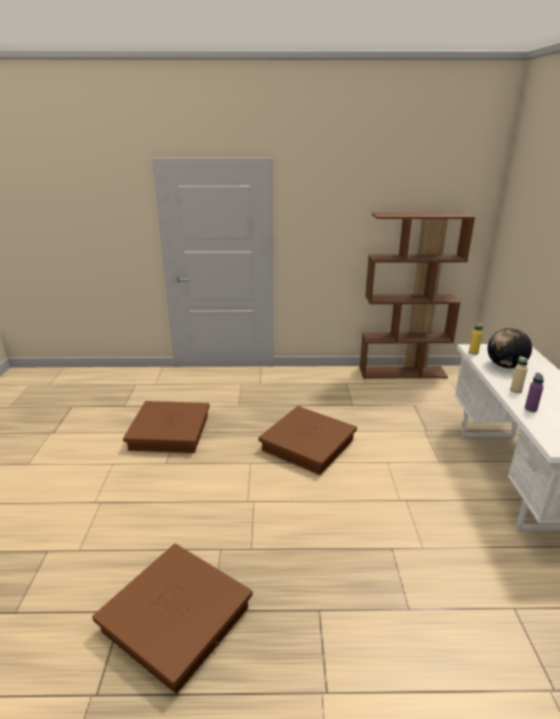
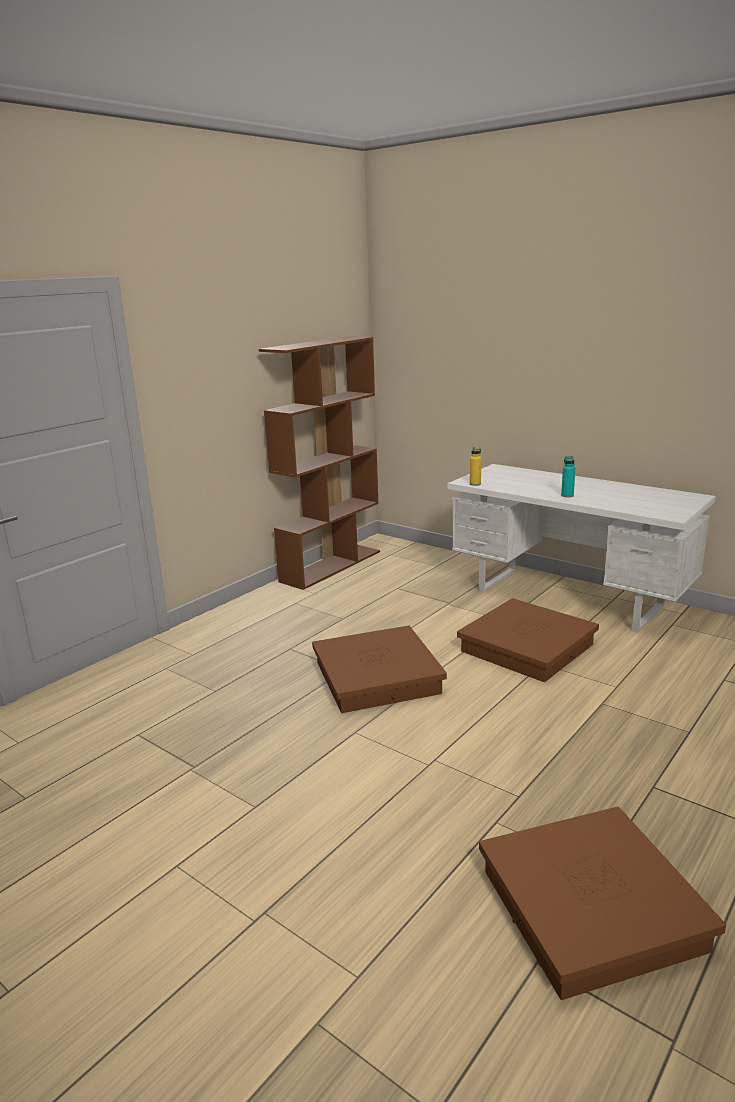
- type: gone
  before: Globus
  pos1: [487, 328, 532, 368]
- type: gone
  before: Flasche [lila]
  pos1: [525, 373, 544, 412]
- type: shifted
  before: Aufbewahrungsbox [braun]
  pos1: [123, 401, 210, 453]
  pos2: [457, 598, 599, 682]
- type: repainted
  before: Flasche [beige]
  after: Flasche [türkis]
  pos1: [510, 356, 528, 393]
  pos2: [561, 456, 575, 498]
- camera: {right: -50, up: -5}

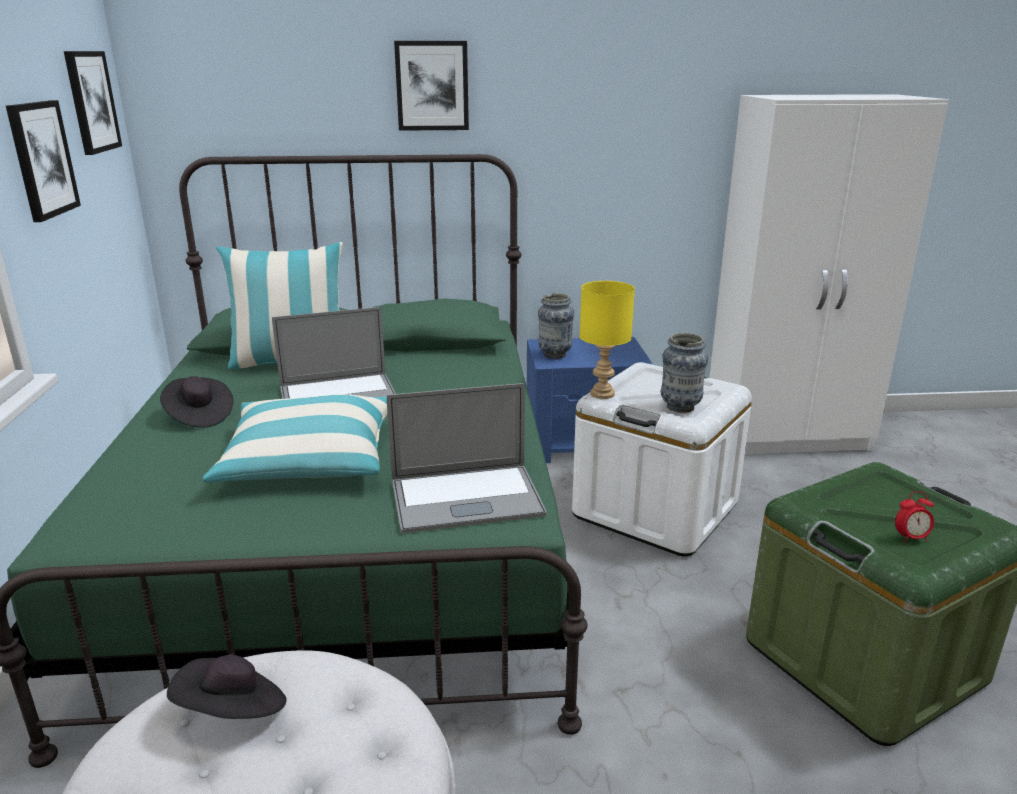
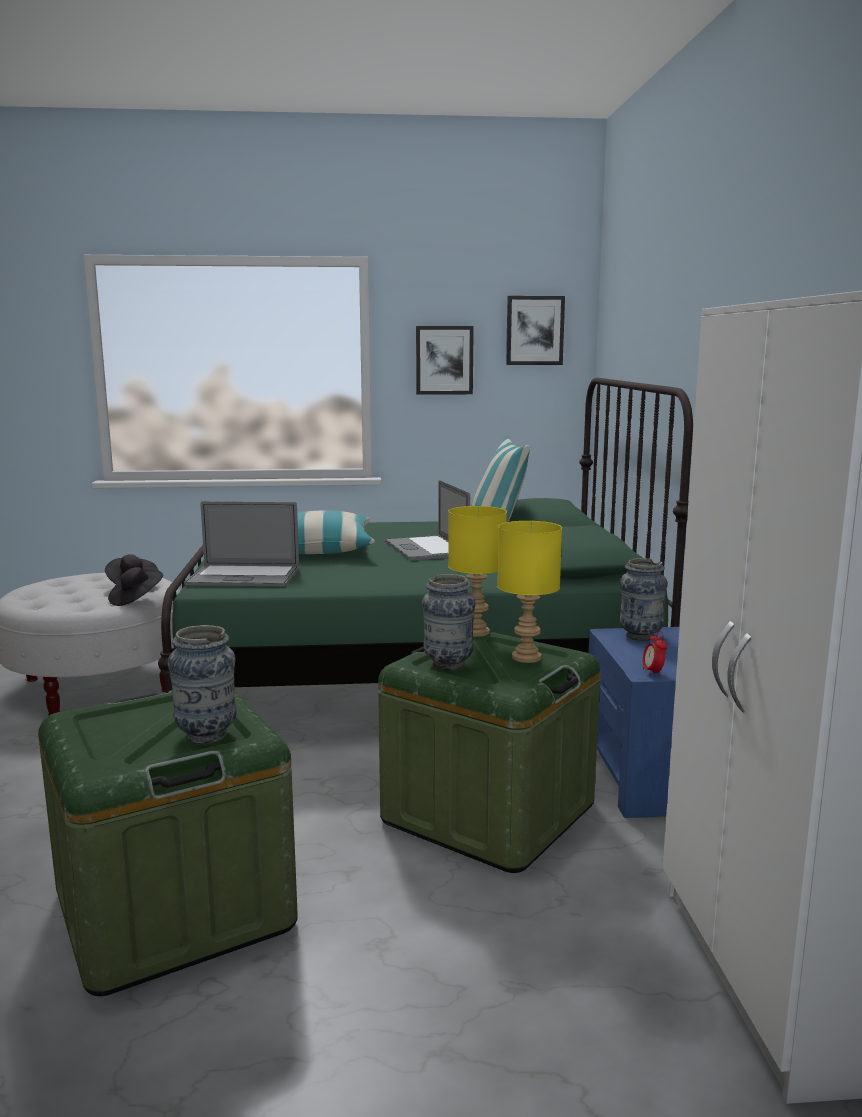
- type: gone
  before: Bild
  pos1: [394, 41, 469, 131]
- type: new
  after: Vase
  pos2: [168, 625, 237, 743]
- type: new
  after: Tischlampe [gelb]
  pos2: [497, 521, 562, 663]
- type: shifted
  before: Hut [schwarz]
  pos1: [160, 376, 234, 428]
  pos2: [108, 567, 163, 606]
- type: shifted
  before: Wecker
  pos1: [895, 491, 934, 543]
  pos2: [643, 631, 668, 677]
- type: repainted
  before: Aufbewahrungsbox [weiß]
  after: Aufbewahrungsbox [grün]
  pos1: [572, 362, 752, 557]
  pos2: [378, 632, 601, 873]
- type: rotated
  before: Laptop
  pos1: [387, 383, 546, 534]
  pos2: [184, 501, 299, 587]
  turn: -75
- camera: {right: 90, up: -10}

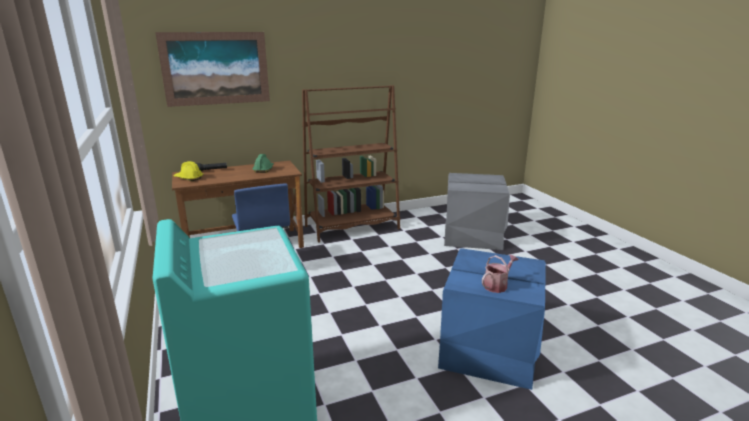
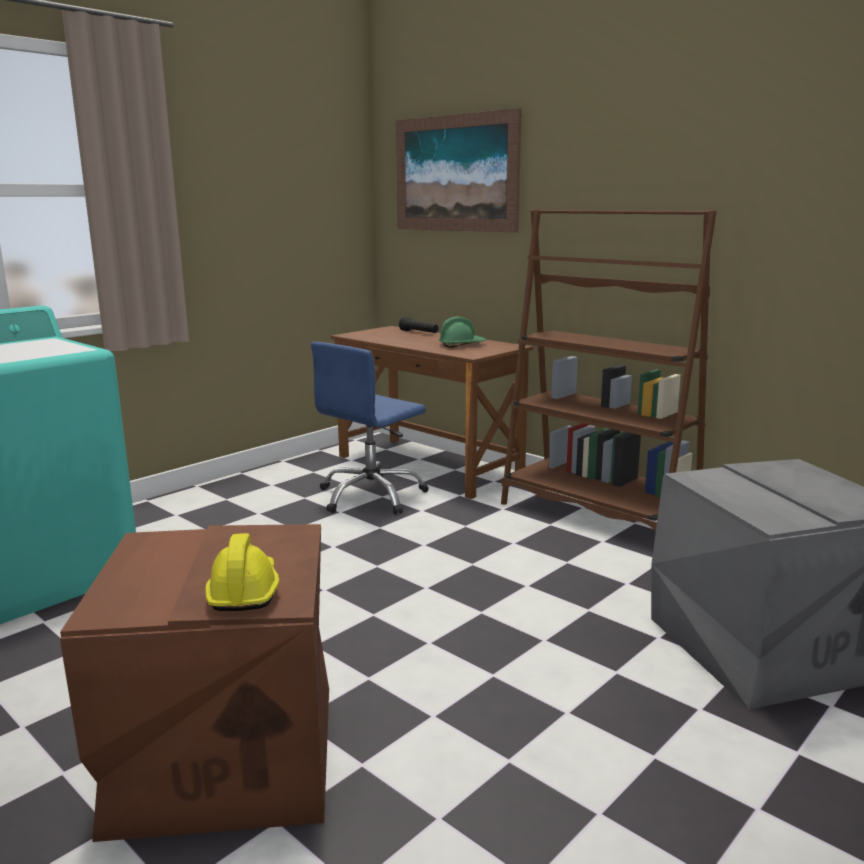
- type: gone
  before: Gießkanne
  pos1: [482, 254, 518, 293]
- type: shifted
  before: Schutzhelm [gelb]
  pos1: [173, 161, 204, 181]
  pos2: [205, 533, 280, 611]
- type: repainted
  before: Aufbewahrungsbox [blau]
  after: Aufbewahrungsbox [braun]
  pos1: [438, 248, 546, 390]
  pos2: [60, 524, 329, 842]
- camera: {right: 65, up: -5}

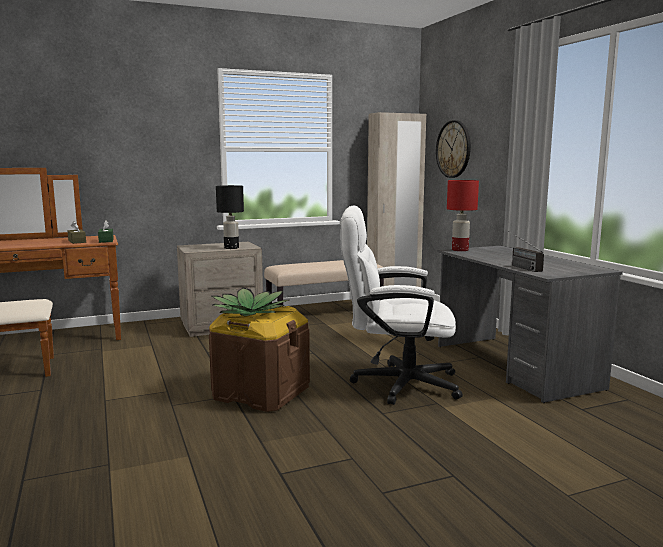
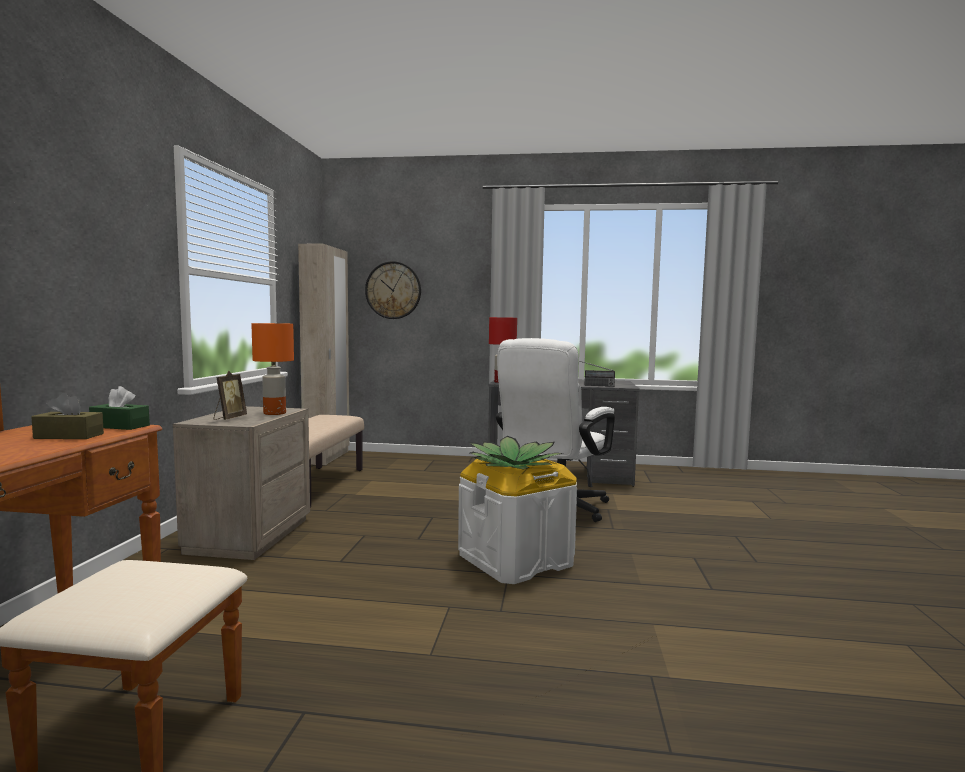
- type: new
  after: Bilderrahmen
  pos2: [214, 371, 247, 420]
- type: repainted
  before: Aufbewahrungsbox [braun]
  after: Aufbewahrungsbox [weiß]
  pos1: [209, 304, 310, 412]
  pos2: [458, 459, 577, 584]
- type: repainted
  before: Tischlampe [schwarz]
  after: Tischlampe [orange]
  pos1: [216, 185, 244, 249]
  pos2: [251, 323, 294, 415]
- camera: {right: -60, up: -5}

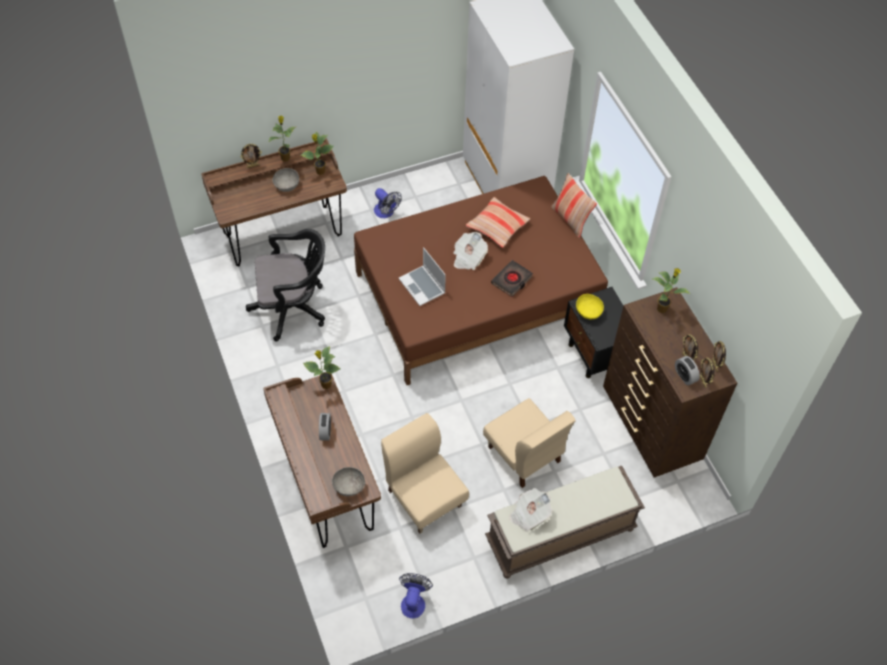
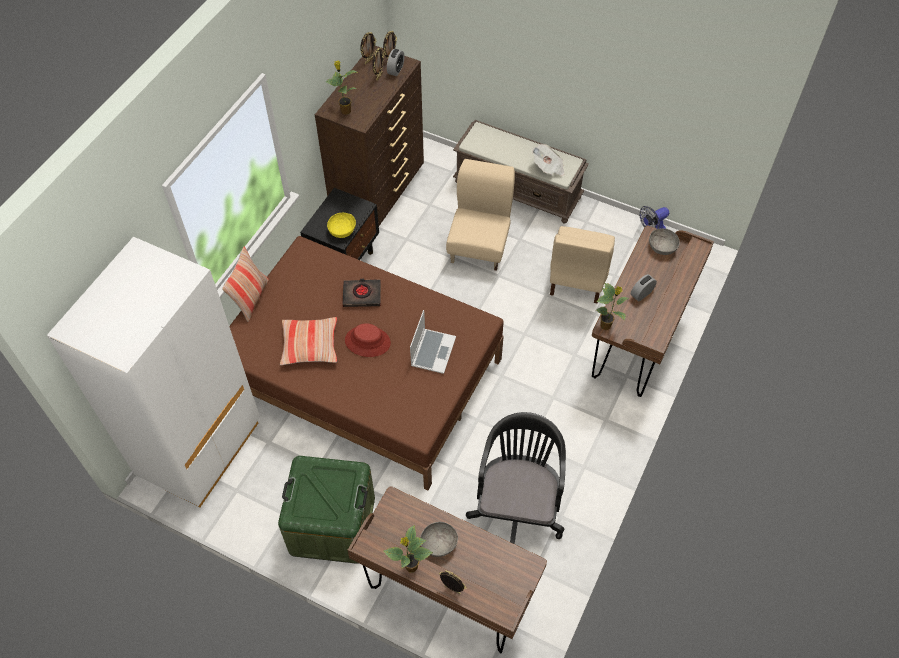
- type: gone
  before: Topfpflanze
  pos1: [301, 132, 334, 175]
- type: swapped
  before: Ventilator
  after: Aufbewahrungsbox [grün]
  pos1: [374, 188, 402, 218]
  pos2: [278, 456, 375, 564]
- type: swapped
  before: Zeitung
  after: Hut [rot]
  pos1: [453, 232, 488, 270]
  pos2: [345, 323, 391, 357]
- type: rotated
  before: Bürostuhl [schwarz]
  pos1: [246, 229, 325, 341]
  pos2: [466, 412, 566, 544]
  turn: 60
- camera: {right: -130, up: 0}

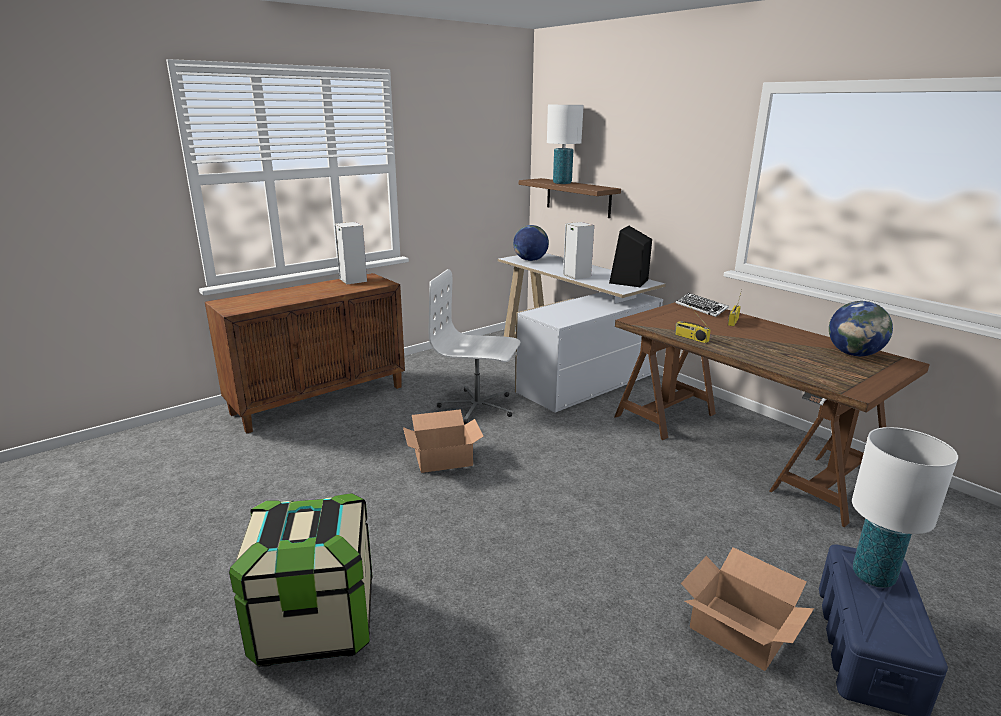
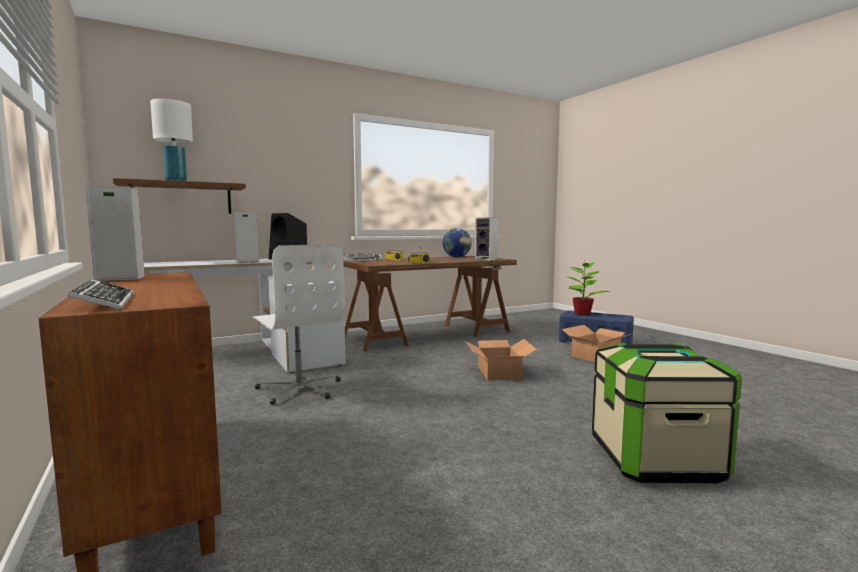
- type: gone
  before: Globus
  pos1: [513, 225, 549, 261]
- type: new
  after: Tastatur
  pos2: [67, 279, 133, 310]
- type: new
  after: Lautsprecher
  pos2: [475, 218, 498, 260]
- type: shifted
  before: Karton
  pos1: [403, 409, 484, 473]
  pos2: [466, 339, 537, 381]
- type: swapped
  before: Tischlampe [weiß]
  after: Topfpflanze
  pos1: [852, 427, 958, 588]
  pos2: [568, 262, 610, 316]
- type: rotated
  before: Bürostuhl [weiß]
  pos1: [429, 269, 520, 424]
  pos2: [253, 244, 345, 405]
  turn: -60
- camera: {right: -80, up: -15}

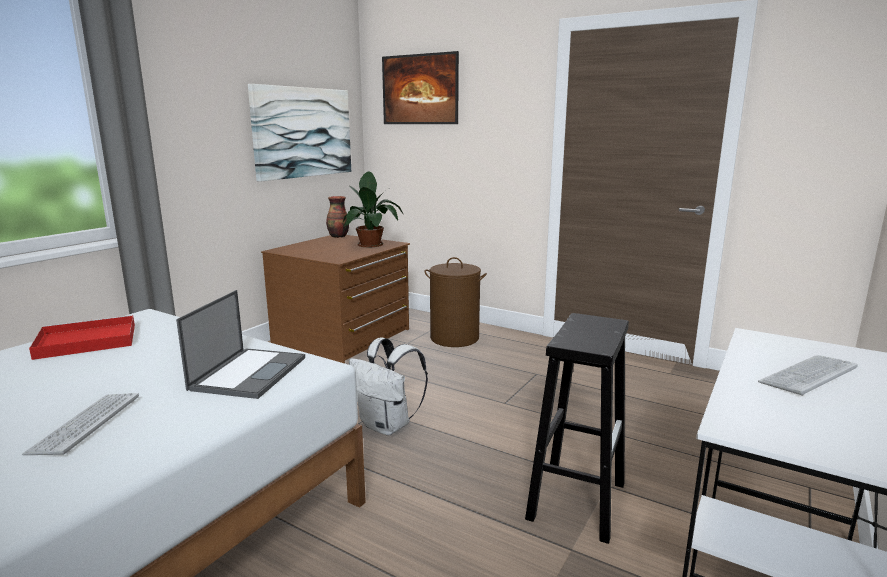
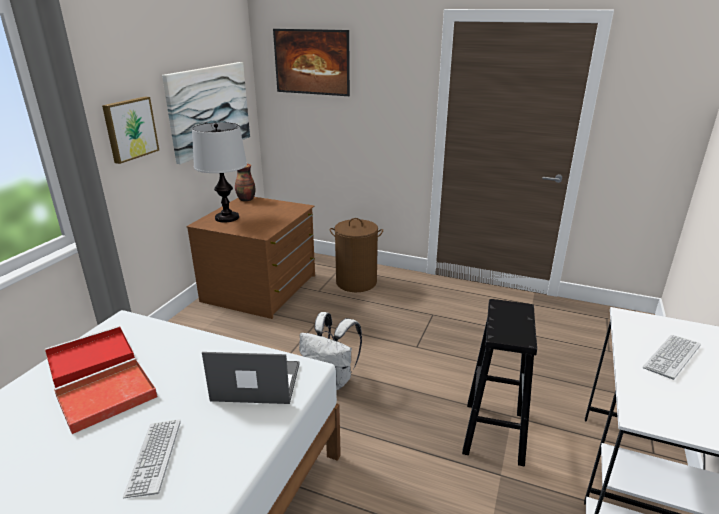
- type: gone
  before: Topfpflanze
  pos1: [343, 171, 404, 247]
- type: new
  after: Tablett [rot]
  pos2: [54, 358, 158, 434]
- type: new
  after: Bild
  pos2: [102, 97, 159, 164]
- type: new
  after: Tischlampe
  pos2: [192, 122, 247, 223]
- type: rotated
  before: Laptop
  pos1: [176, 290, 305, 399]
  pos2: [202, 352, 300, 404]
  turn: -90
- camera: {right: -10, up: 10}

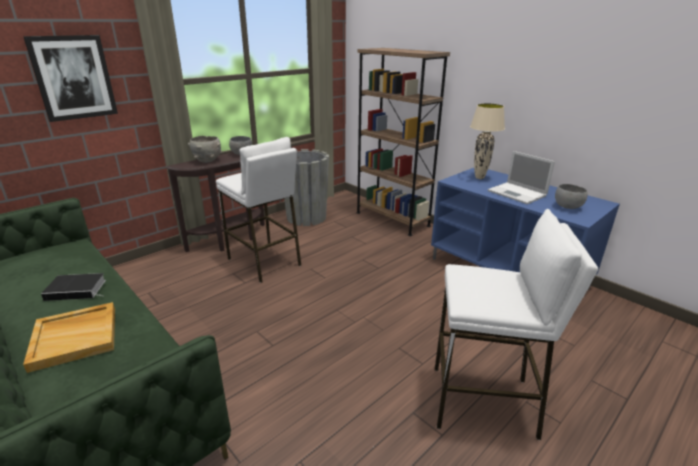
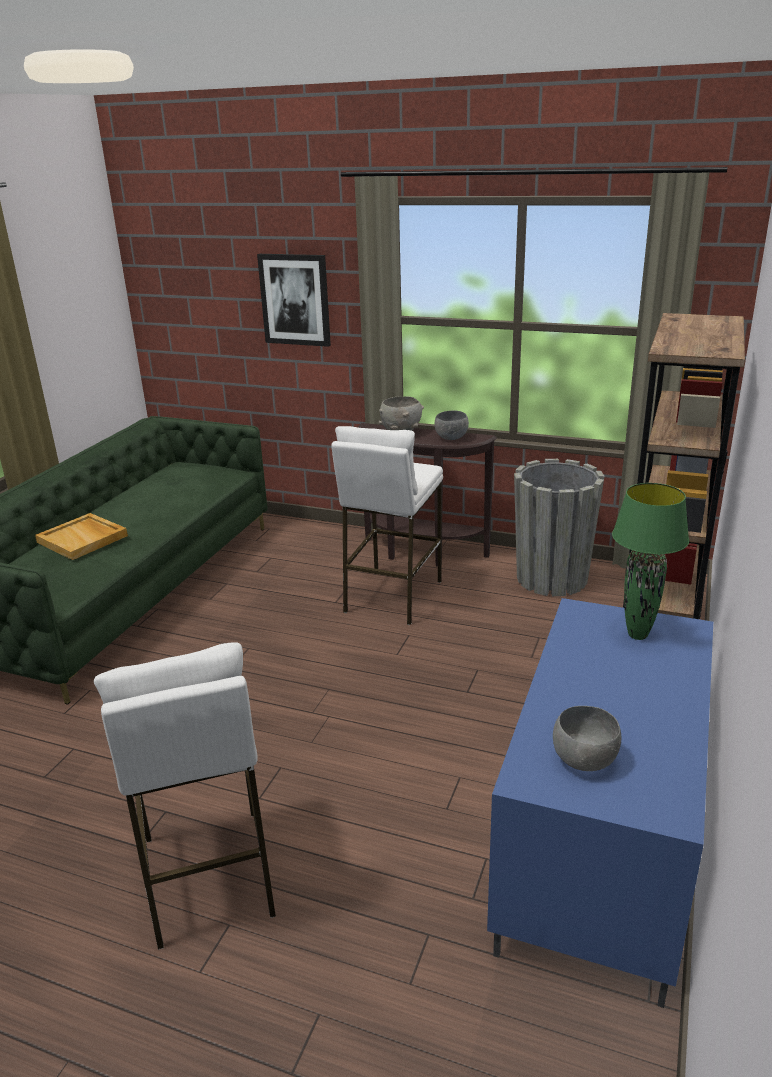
- type: gone
  before: Buch
  pos1: [41, 273, 106, 301]
- type: gone
  before: Laptop
  pos1: [488, 151, 555, 204]
- type: repainted
  before: Tischlampe [beige]
  after: Tischlampe [grün]
  pos1: [470, 103, 505, 179]
  pos2: [612, 483, 689, 640]
- camera: {right: 65, up: 0}

